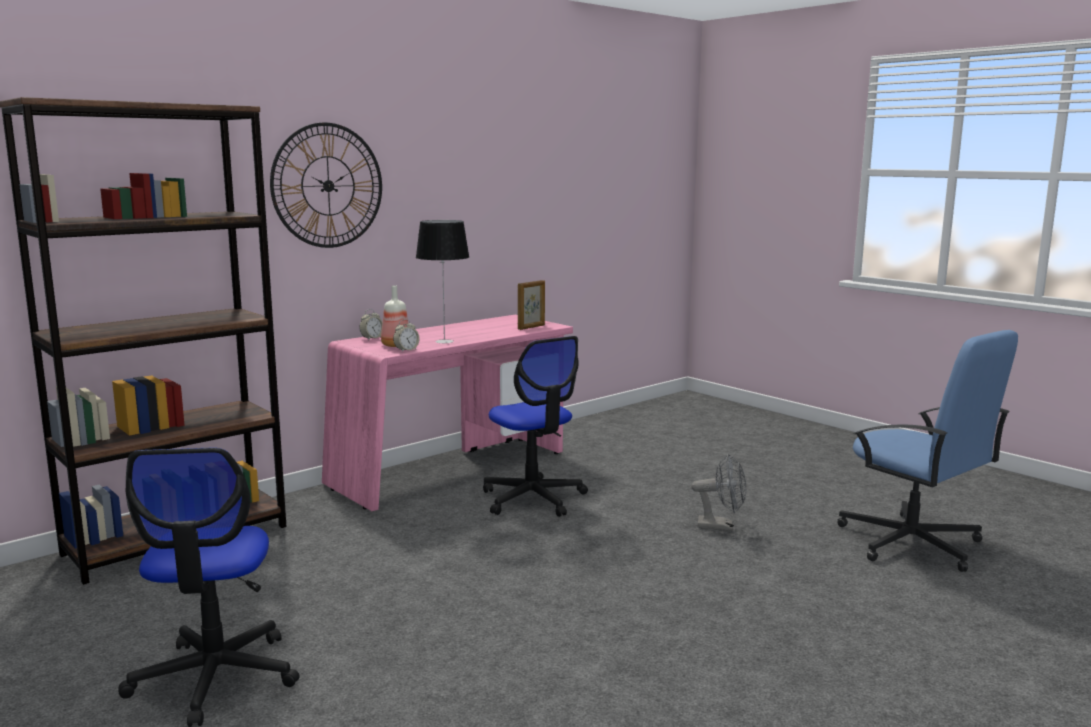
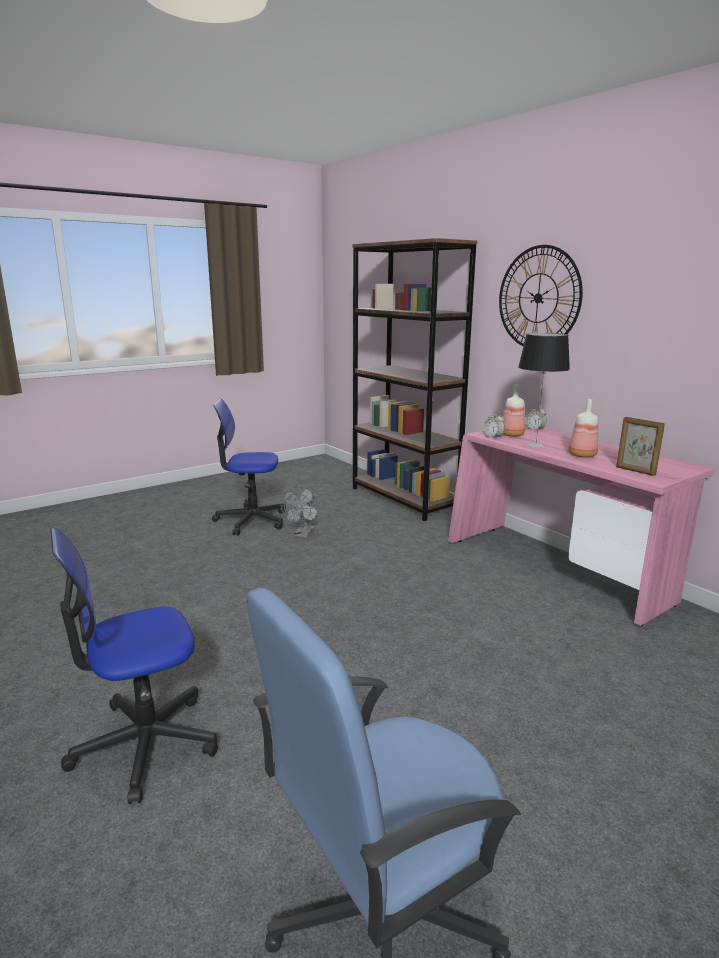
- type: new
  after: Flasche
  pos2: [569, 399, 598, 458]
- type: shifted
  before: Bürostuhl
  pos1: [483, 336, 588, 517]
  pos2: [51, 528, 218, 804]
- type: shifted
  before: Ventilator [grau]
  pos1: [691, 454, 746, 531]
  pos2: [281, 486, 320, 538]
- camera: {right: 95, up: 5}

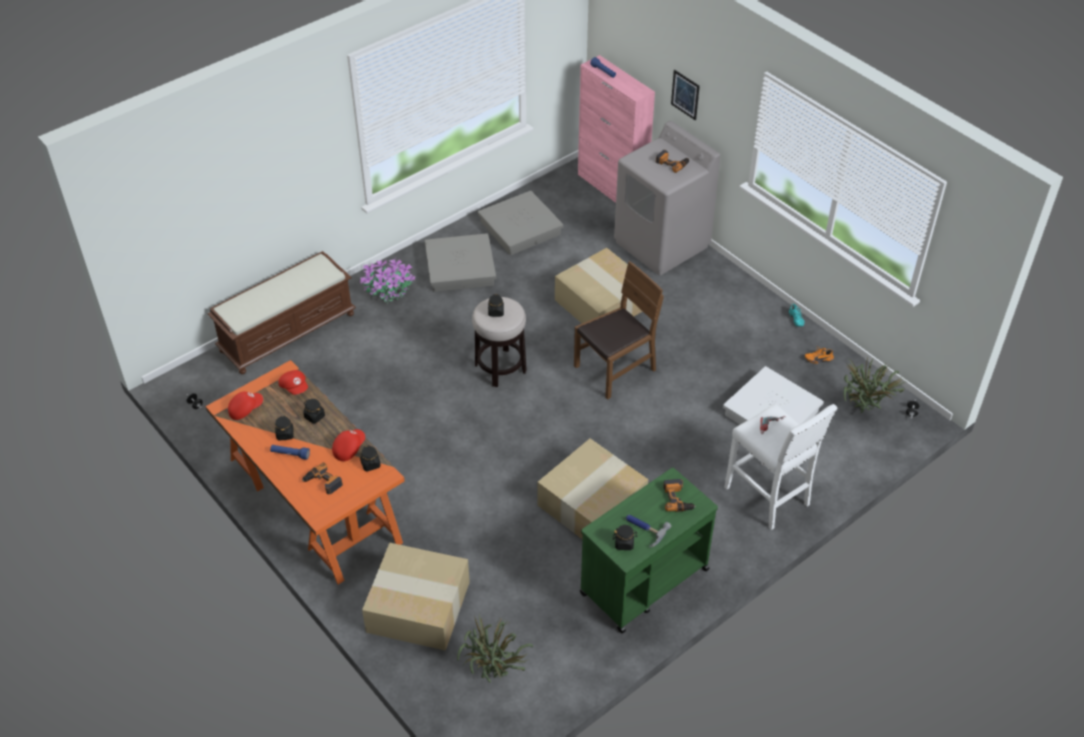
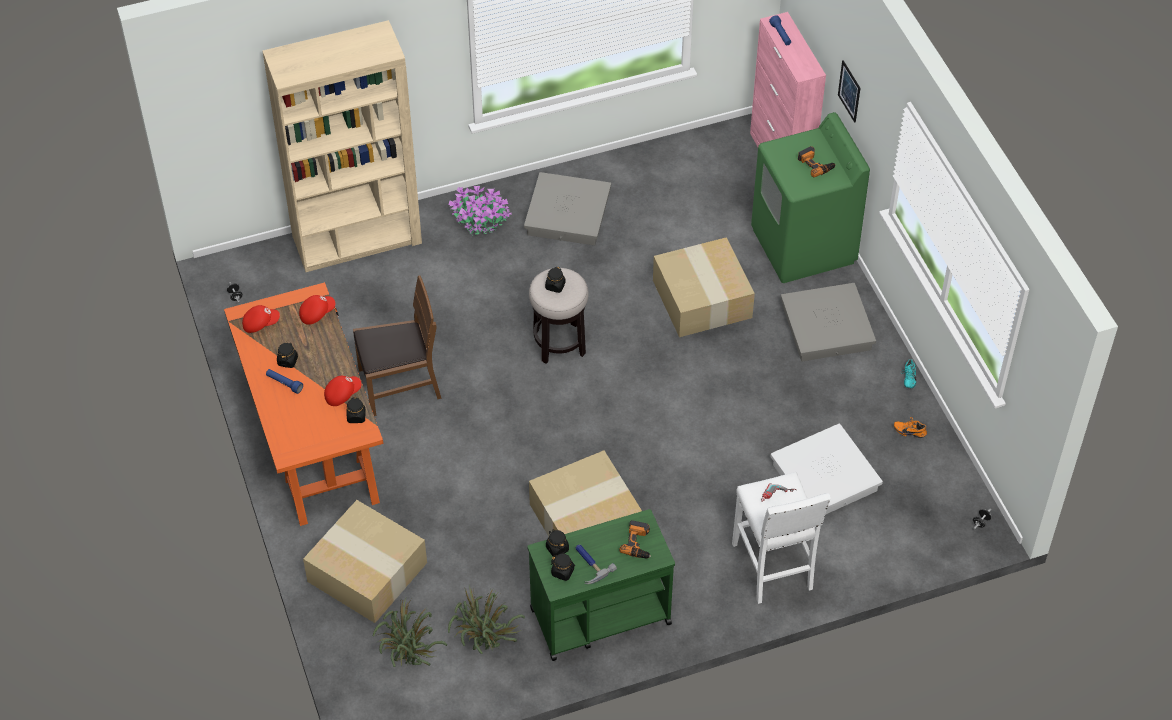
- type: gone
  before: Bohrmaschine
  pos1: [302, 463, 343, 495]
- type: shifted
  before: Vorratsglas [schwarz]
  pos1: [303, 399, 325, 424]
  pos2: [546, 529, 569, 557]
- type: shifted
  before: Aufbewahrungsbox [grau]
  pos1: [478, 190, 564, 255]
  pos2: [781, 283, 876, 361]
- type: shifted
  before: Stuhl [braun]
  pos1: [574, 261, 664, 400]
  pos2: [353, 275, 441, 416]
- type: shifted
  before: Topfpflanze
  pos1: [844, 357, 906, 413]
  pos2: [448, 584, 525, 654]
- type: swapped
  before: Bank [braun]
  after: Bücherregal [beige]
  pos1: [208, 251, 356, 374]
  pos2: [262, 20, 422, 272]
- type: repainted
  before: Waschmaschine [grau]
  after: Waschmaschine [grün]
  pos1: [614, 121, 720, 275]
  pos2: [751, 112, 870, 283]
- type: rotated
  before: Kappe [rot]
  pos1: [278, 370, 308, 395]
  pos2: [299, 295, 335, 325]
  turn: -105
- camera: {right: 20, up: 5}

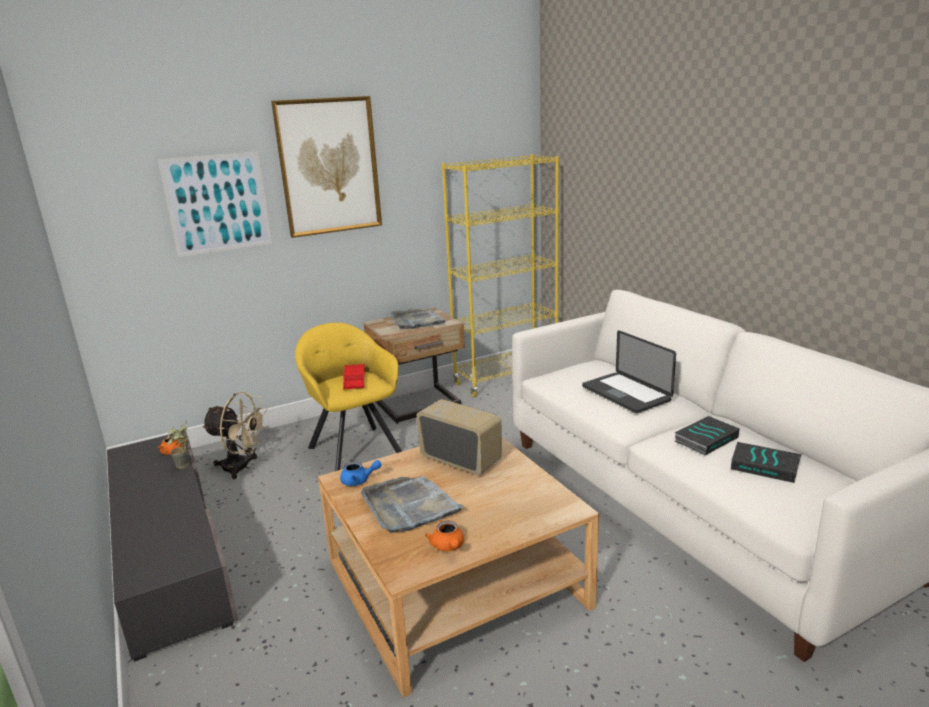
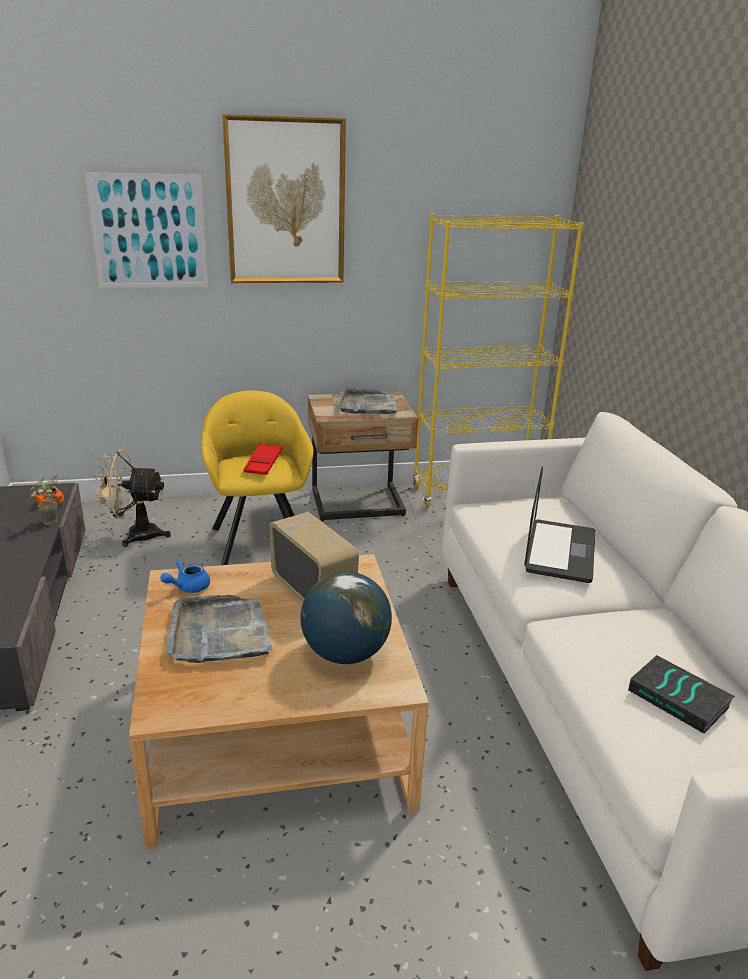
- type: gone
  before: Teekanne [orange]
  pos1: [425, 521, 464, 551]
- type: gone
  before: Buch
  pos1: [674, 416, 740, 455]
- type: new
  after: Globus
  pos2: [301, 572, 392, 664]
- type: rotated
  before: Ventilator [beige]
  pos1: [202, 392, 268, 479]
  pos2: [94, 449, 171, 547]
  turn: 150
- type: rotated
  before: Teekanne [blau]
  pos1: [340, 460, 382, 486]
  pos2: [160, 561, 210, 593]
  turn: 120
- type: rotated
  before: Laptop
  pos1: [582, 330, 676, 413]
  pos2: [525, 467, 595, 583]
  turn: -150
- camera: {right: 15, up: 5}

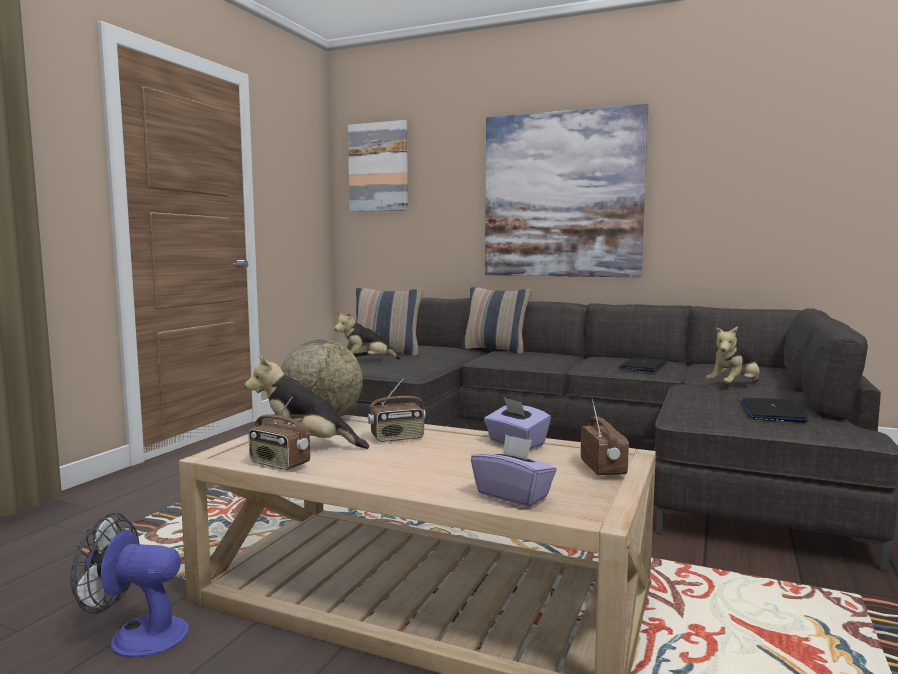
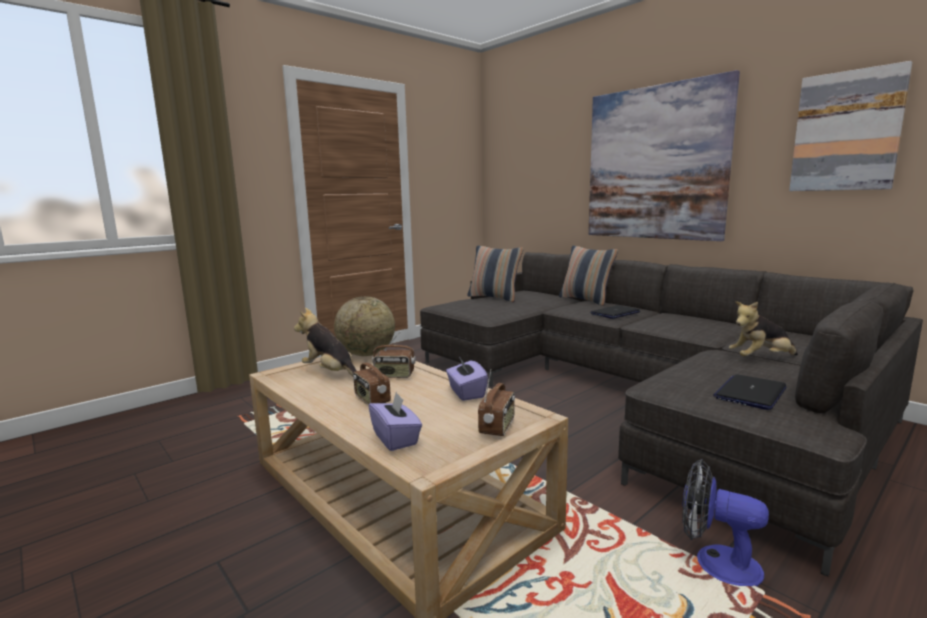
- type: gone
  before: Plüschtier
  pos1: [334, 311, 401, 359]
- type: shifted
  before: Ventilator
  pos1: [70, 513, 189, 658]
  pos2: [682, 459, 769, 586]
- type: shifted
  before: Radio
  pos1: [249, 397, 310, 470]
  pos2: [353, 354, 391, 406]
- type: shifted
  before: Bild
  pos1: [348, 120, 408, 212]
  pos2: [789, 61, 912, 191]
- type: shifted
  before: Laptop
  pos1: [618, 358, 667, 372]
  pos2: [590, 305, 641, 319]
- camera: {right: 25, up: 5}

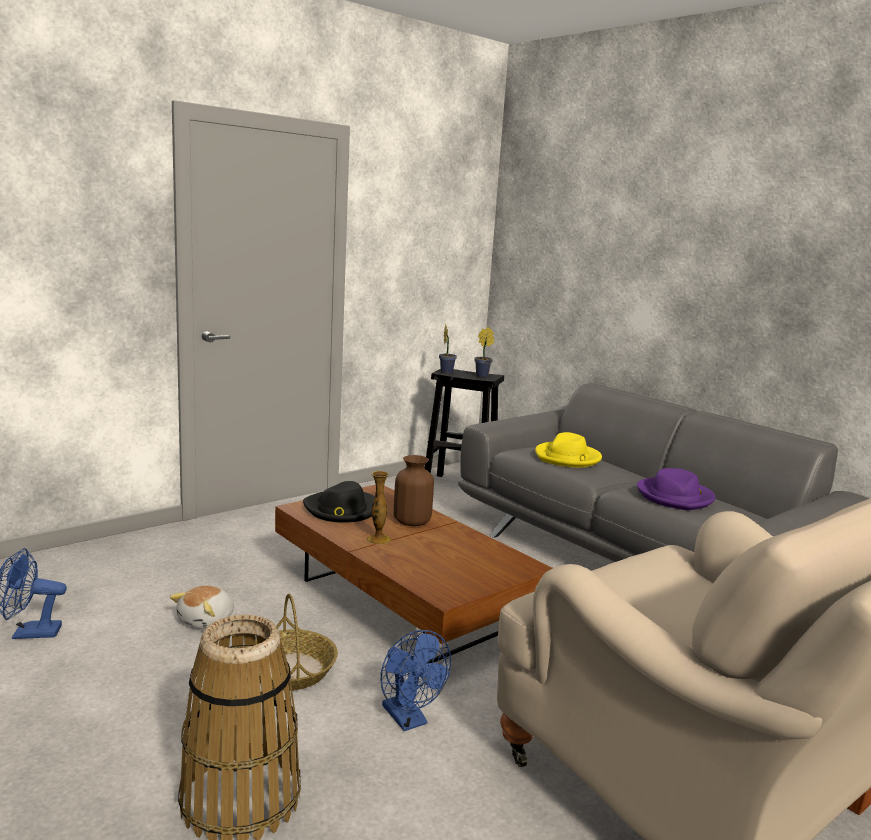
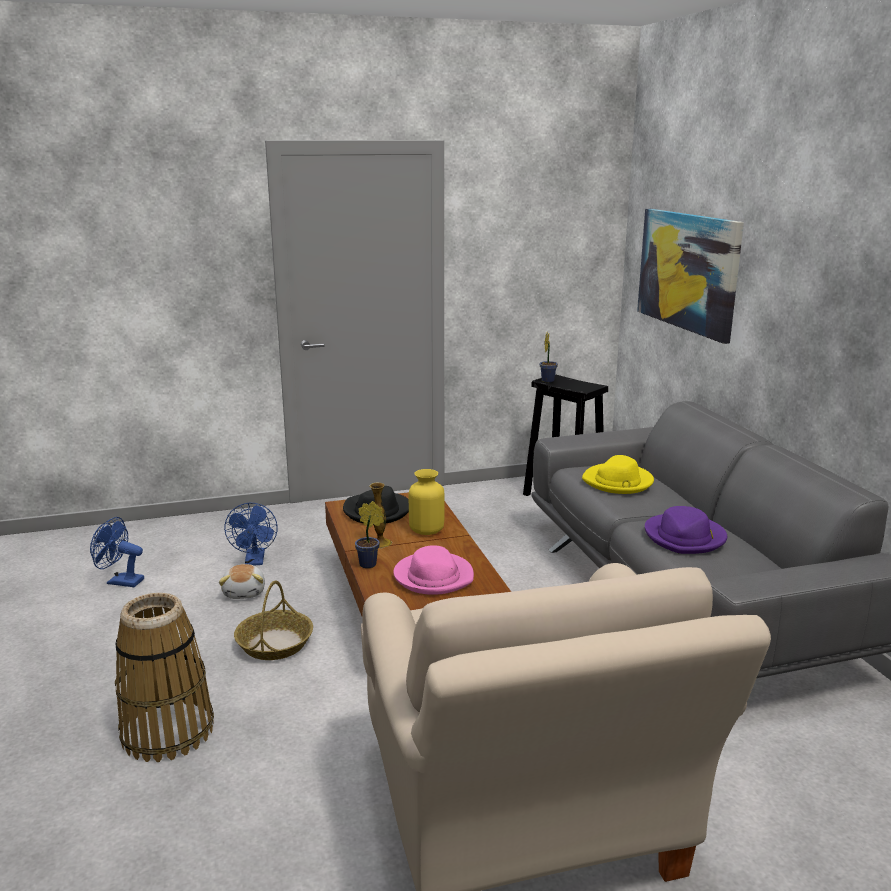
- type: new
  after: Hut [rosa]
  pos2: [393, 545, 474, 595]
- type: new
  after: Bild
  pos2: [637, 209, 744, 344]
- type: shifted
  before: Ventilator [blau]
  pos1: [381, 630, 451, 731]
  pos2: [224, 503, 278, 565]
- type: shifted
  before: Topfpflanze
  pos1: [475, 327, 494, 377]
  pos2: [355, 501, 384, 568]
- type: repainted
  before: Vase [braun]
  after: Vase [gelb]
  pos1: [394, 455, 434, 526]
  pos2: [409, 469, 445, 535]
- type: rotated
  before: Plüschtier
  pos1: [170, 586, 234, 630]
  pos2: [219, 564, 265, 599]
  turn: -60
- camera: {right: 25, up: 5}

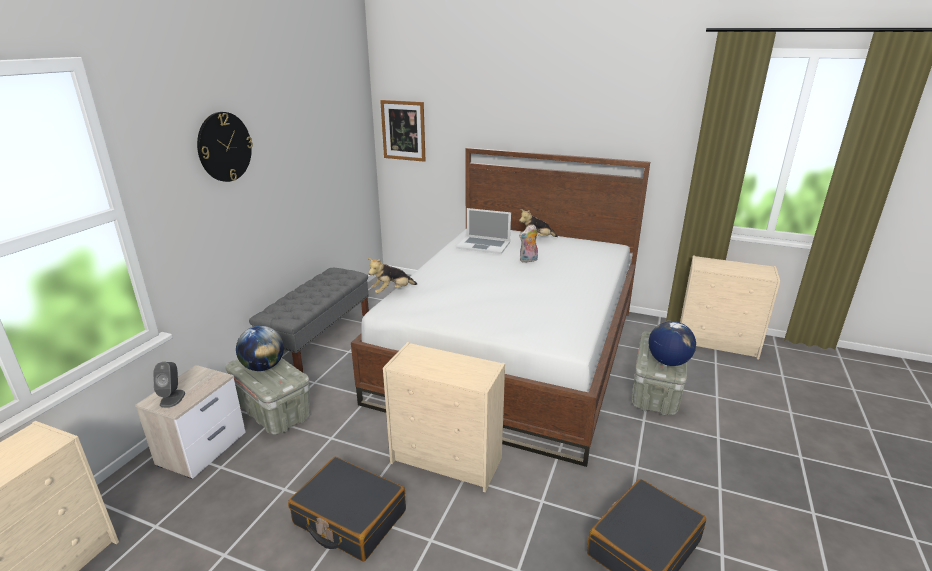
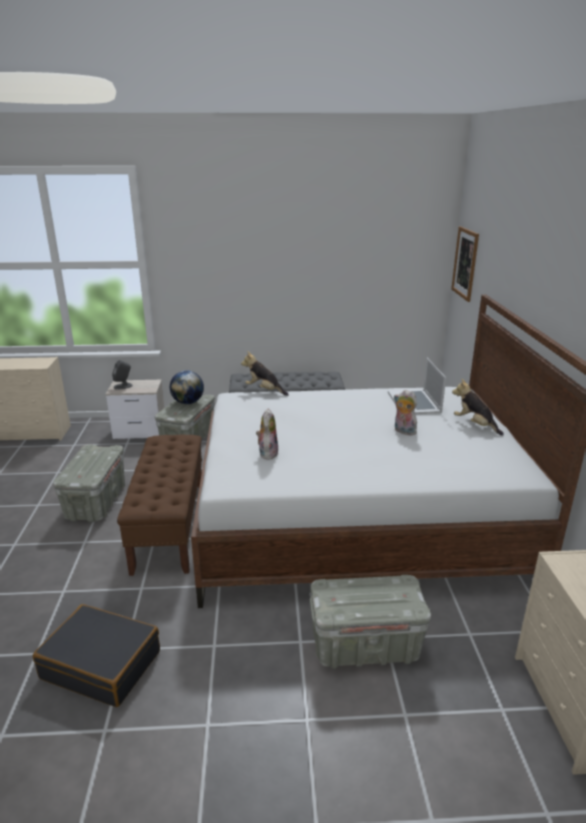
- type: gone
  before: Wanduhr
  pos1: [197, 112, 253, 182]
- type: gone
  before: Globus
  pos1: [648, 321, 696, 366]
- type: new
  after: Plüschtier
  pos2: [256, 409, 278, 460]
- type: swapped
  before: Koffer [schwarz]
  after: Aufbewahrungsbox [grau]
  pos1: [288, 457, 406, 561]
  pos2: [53, 444, 125, 522]
- type: swapped
  before: Kommode [beige]
  after: Bank [braun]
  pos1: [383, 342, 505, 492]
  pos2: [117, 435, 202, 576]
- camera: {right: 65, up: 0}

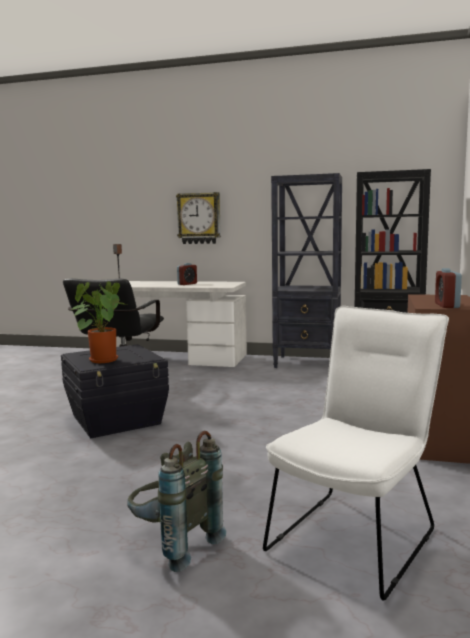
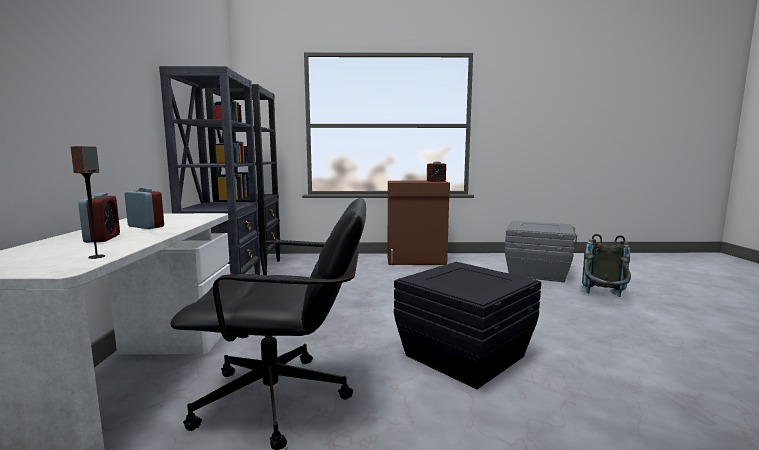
- type: gone
  before: Topfpflanze
  pos1: [71, 281, 126, 363]
- type: gone
  before: Wanduhr
  pos1: [176, 192, 221, 244]
- type: new
  after: Wecker
  pos2: [78, 193, 120, 243]
- type: swapped
  before: Stuhl [weiß]
  after: Aufbewahrungsbox [grau]
  pos1: [263, 306, 449, 601]
  pos2: [505, 221, 578, 282]
- camera: {right: -105, up: 0}

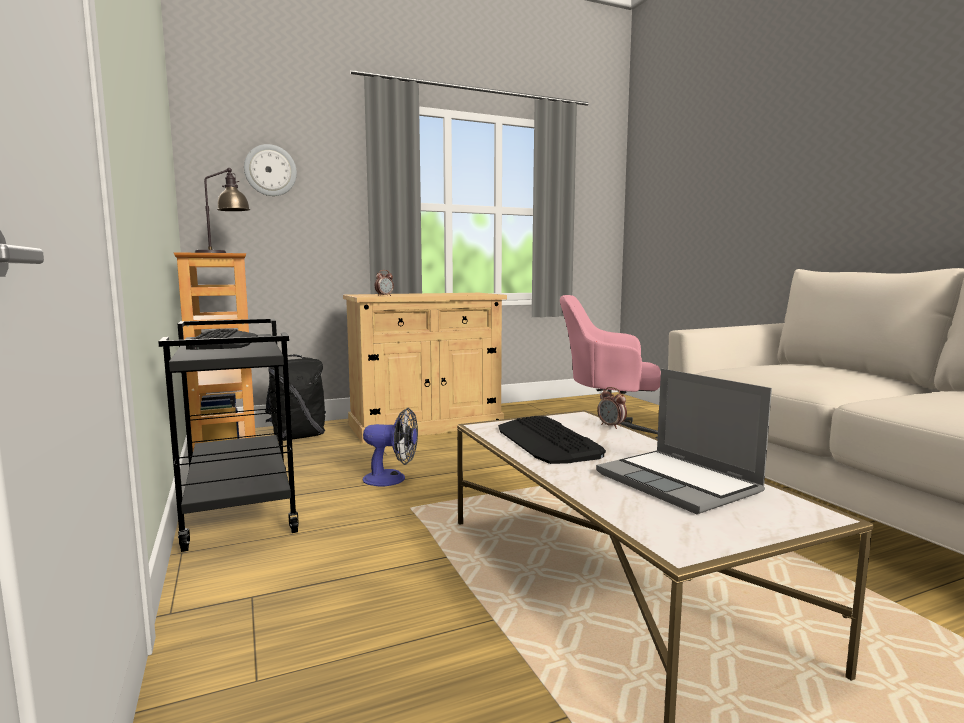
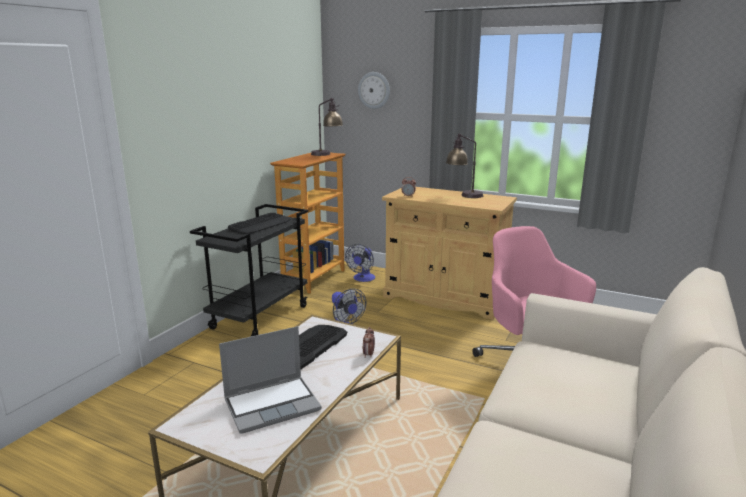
- type: new
  after: Tischlampe
  pos2: [446, 133, 483, 198]
- type: swapped
  before: Rucksack [schwarz]
  after: Ventilator
  pos1: [265, 355, 326, 441]
  pos2: [345, 244, 375, 282]
- type: rotated
  before: Laptop
  pos1: [596, 369, 772, 514]
  pos2: [219, 326, 322, 434]
  turn: -135
- camera: {right: 50, up: 10}

